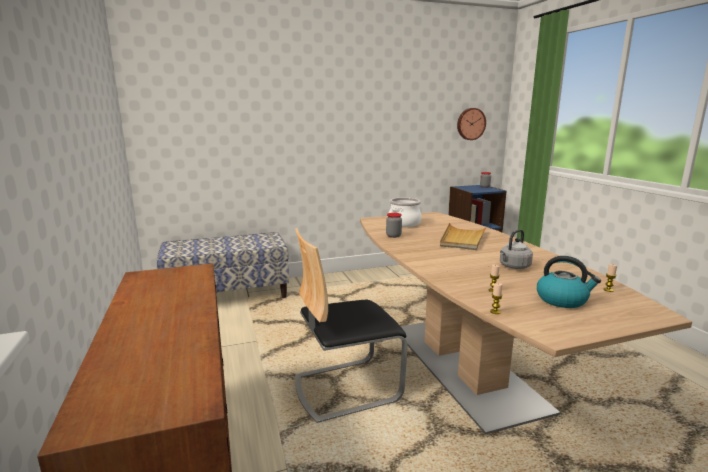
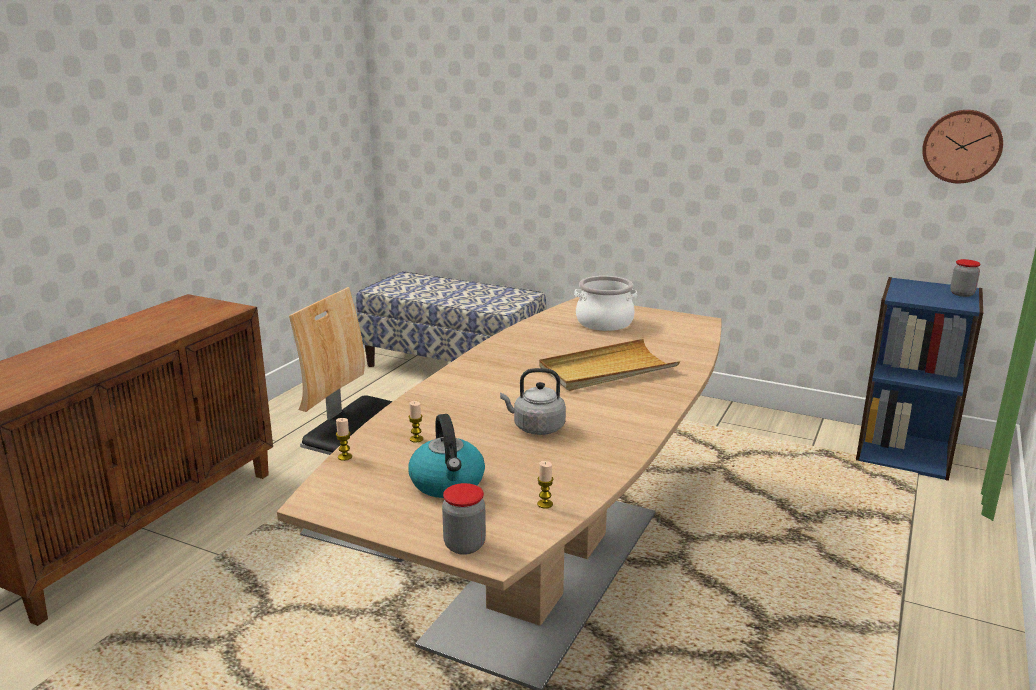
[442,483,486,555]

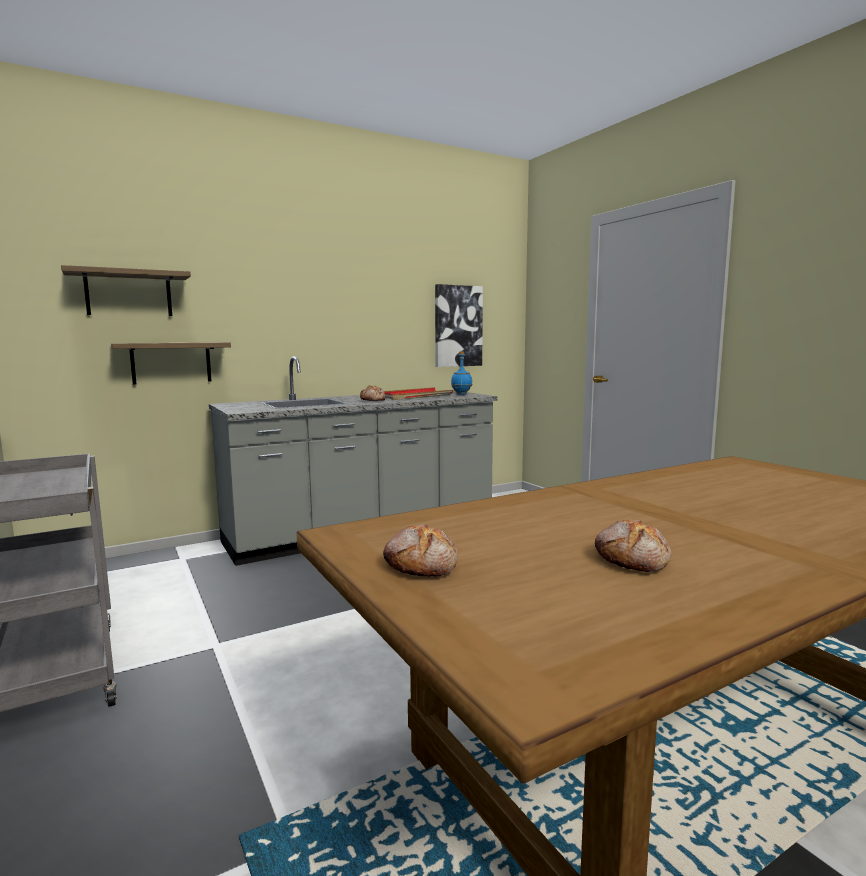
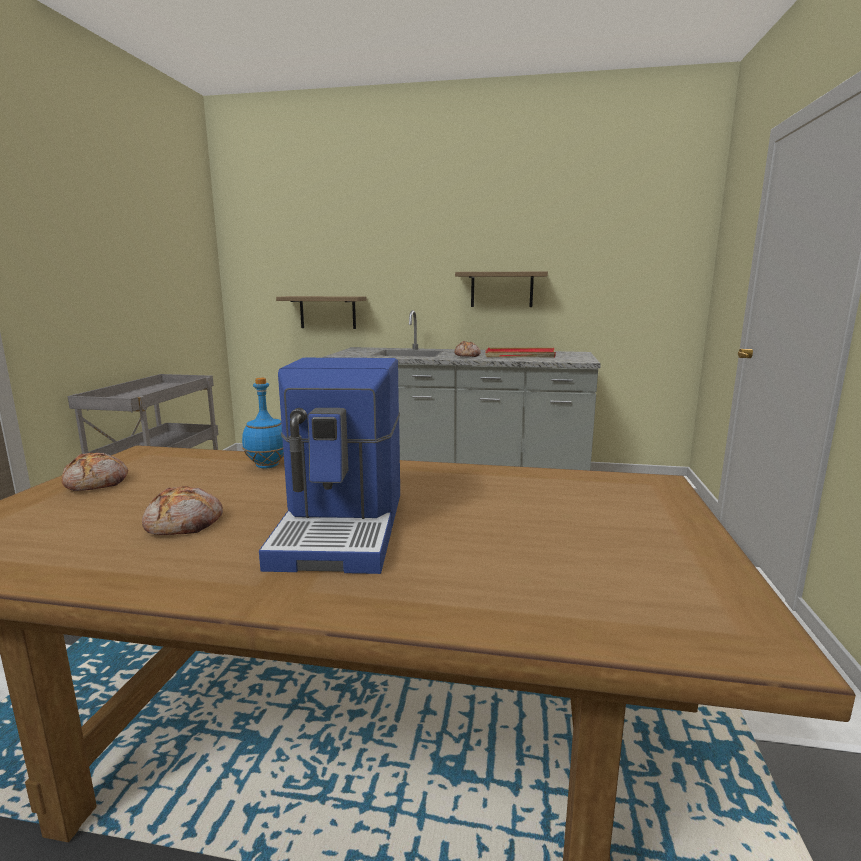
[435,284,483,367] (first image)
[259,358,400,574]
[455,272,548,307]
[242,378,284,468]

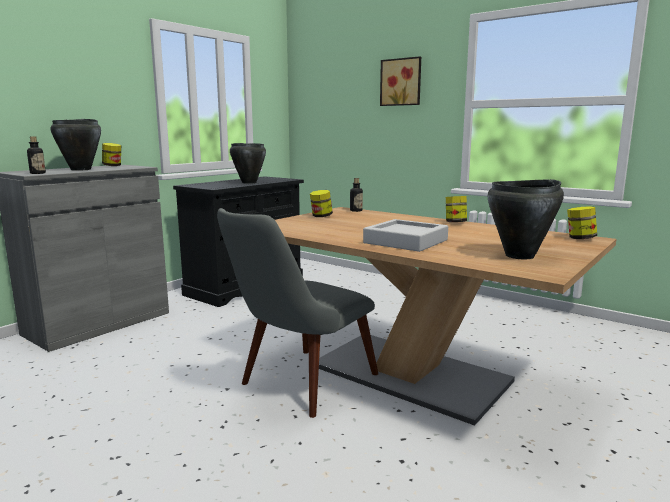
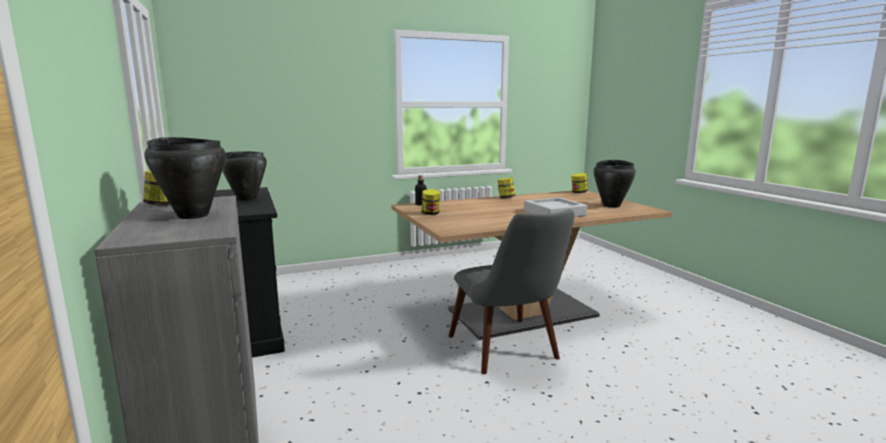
[27,136,46,174] (first image)
[380,56,421,106] (first image)

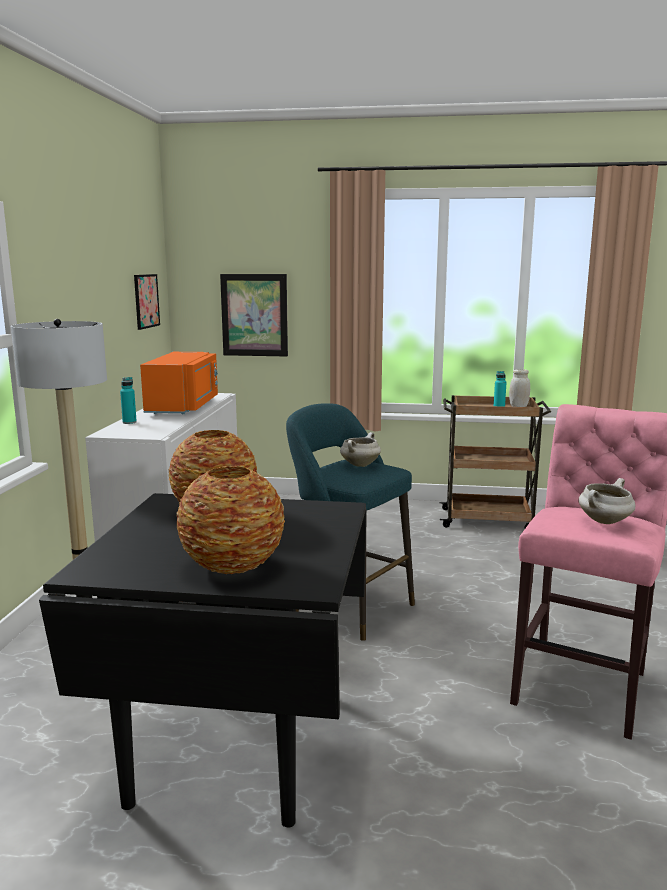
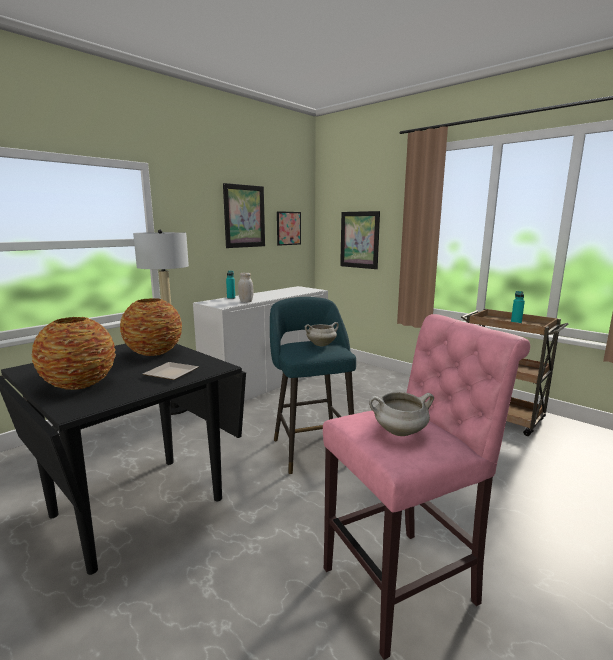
[140,352,218,414] (first image)
[143,362,199,380]
[223,183,265,248]
[238,272,253,302]

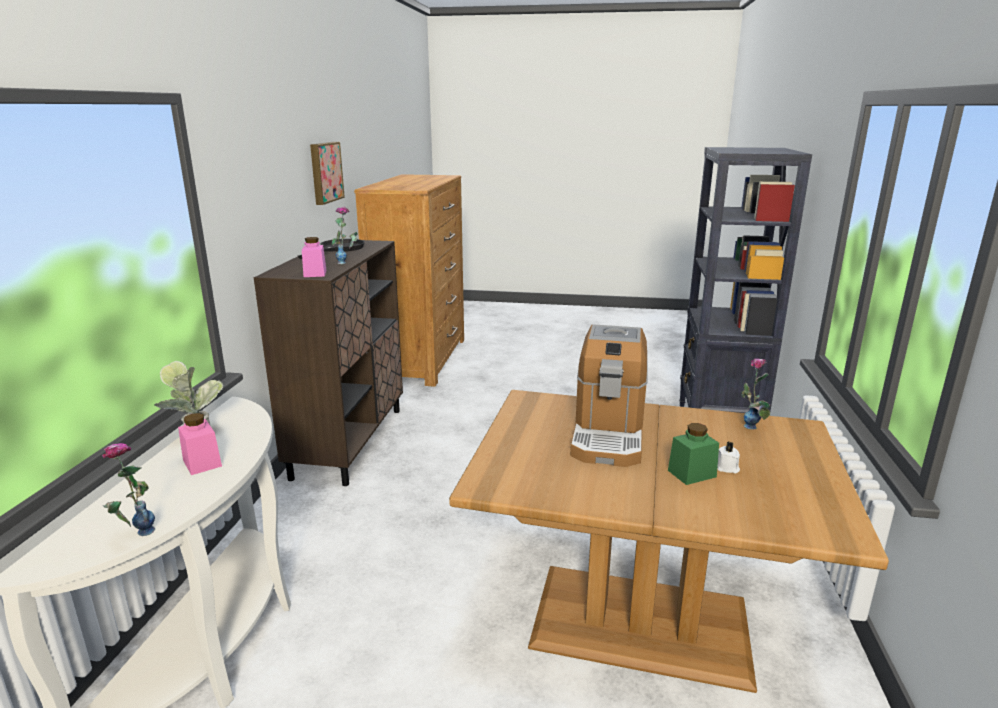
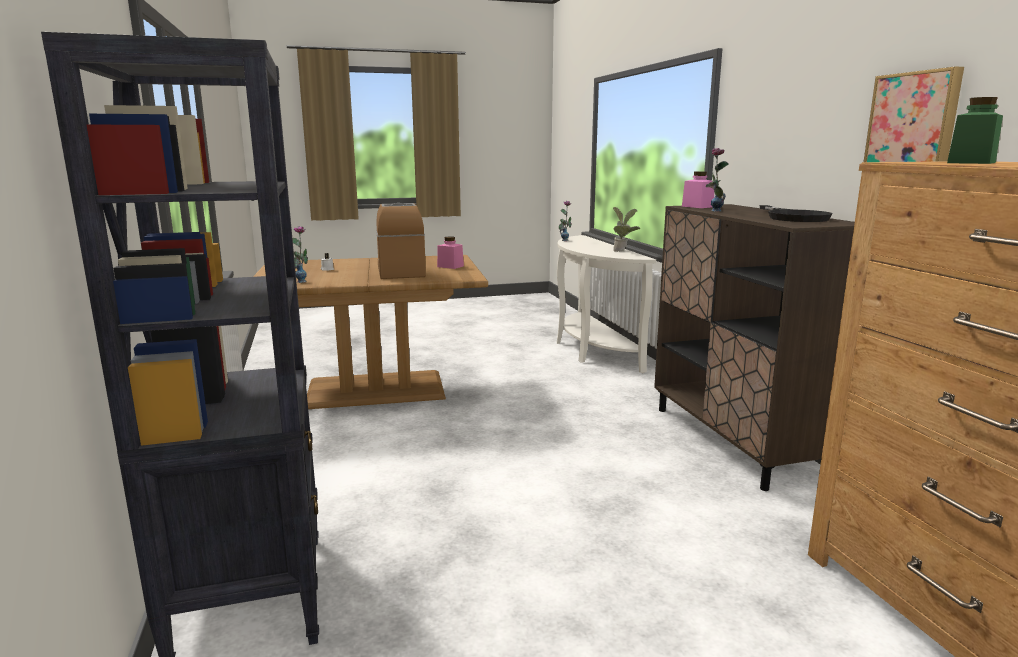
[437,237,464,269]
[947,97,1003,164]

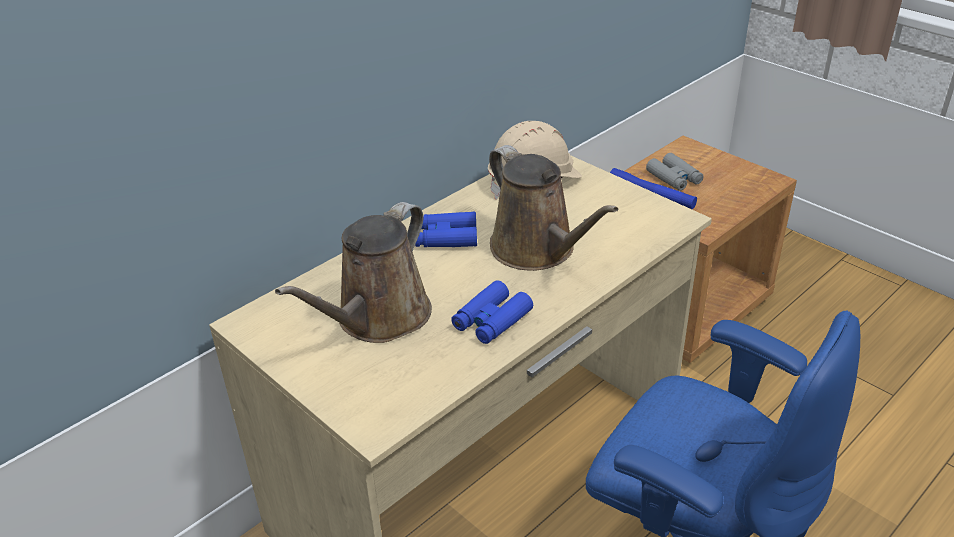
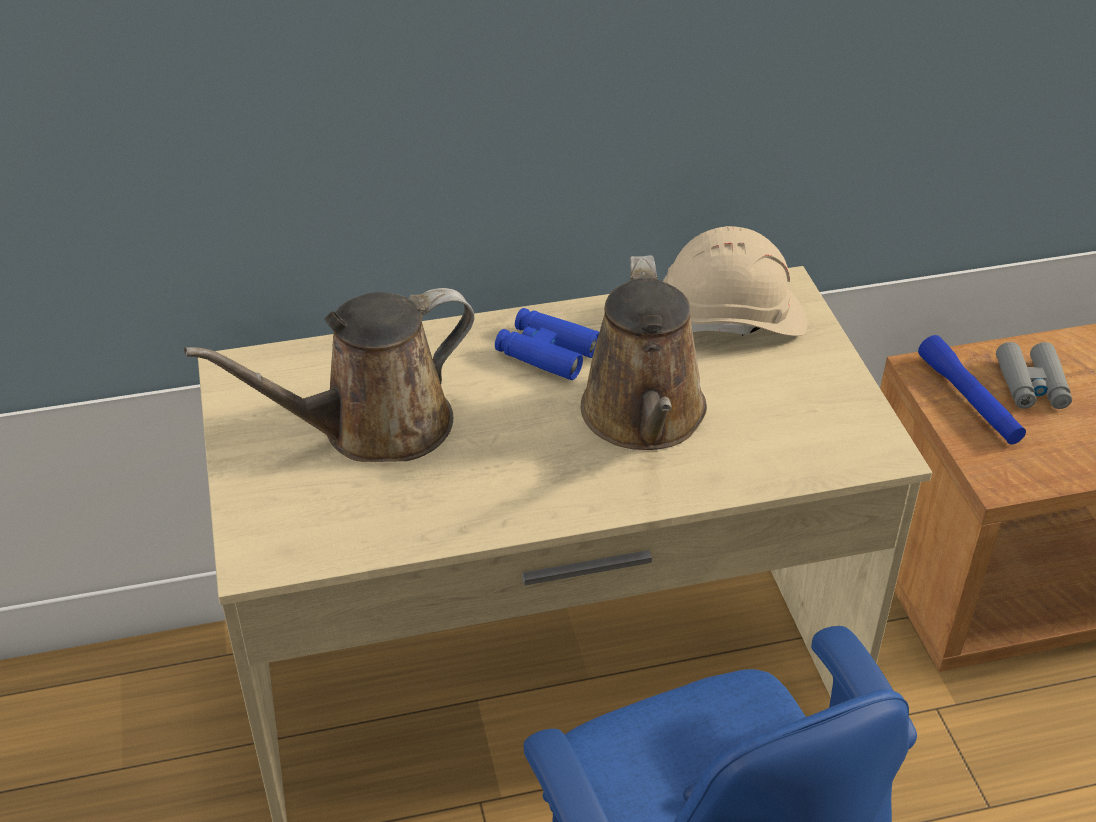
[451,280,533,344] (first image)

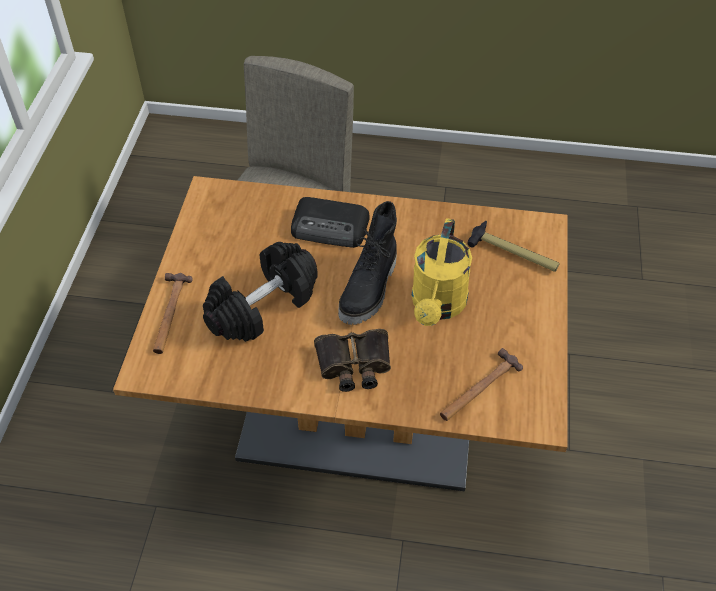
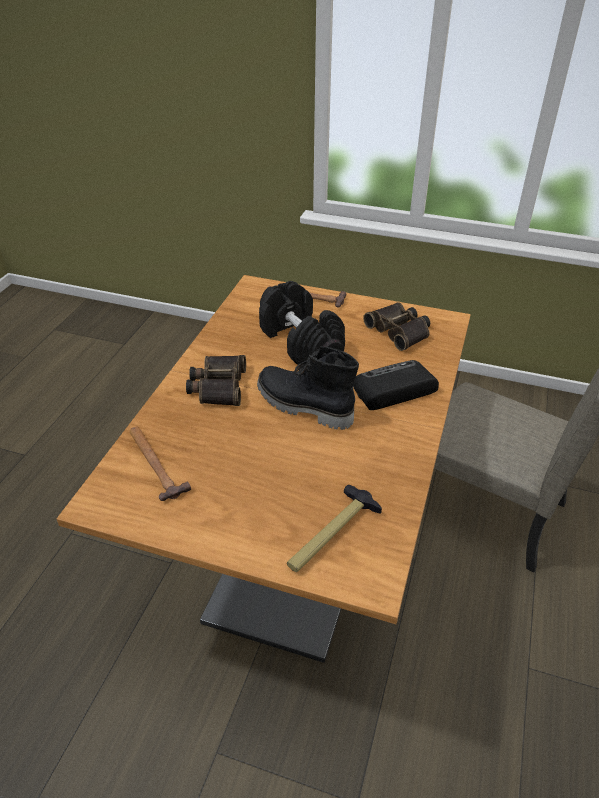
[412,218,472,326] (first image)
[363,302,430,351]
[353,360,439,410]

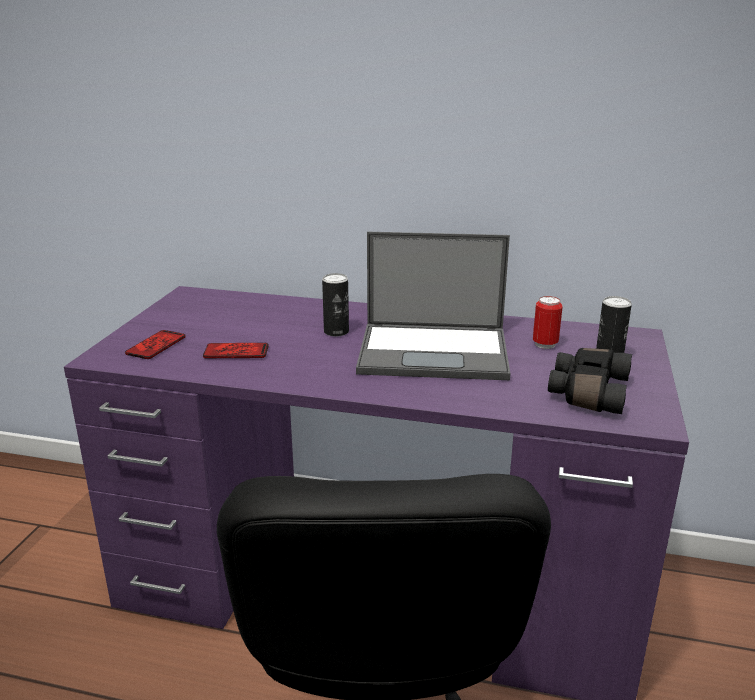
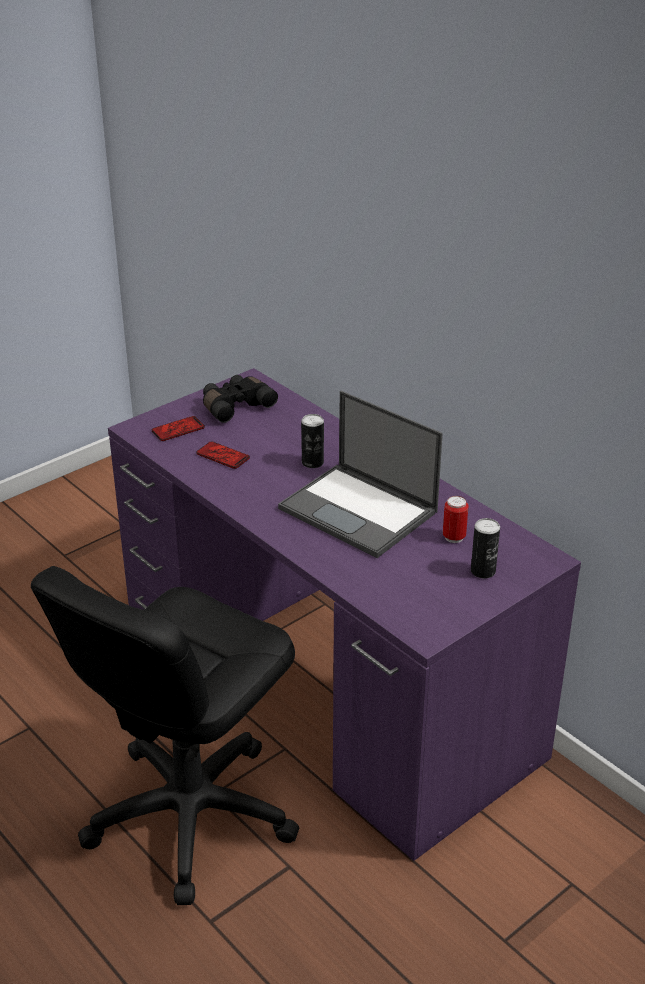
[203,375,278,423]

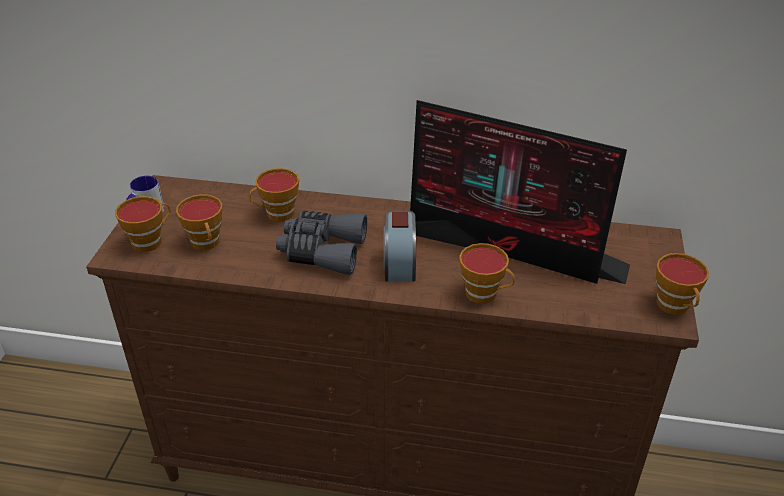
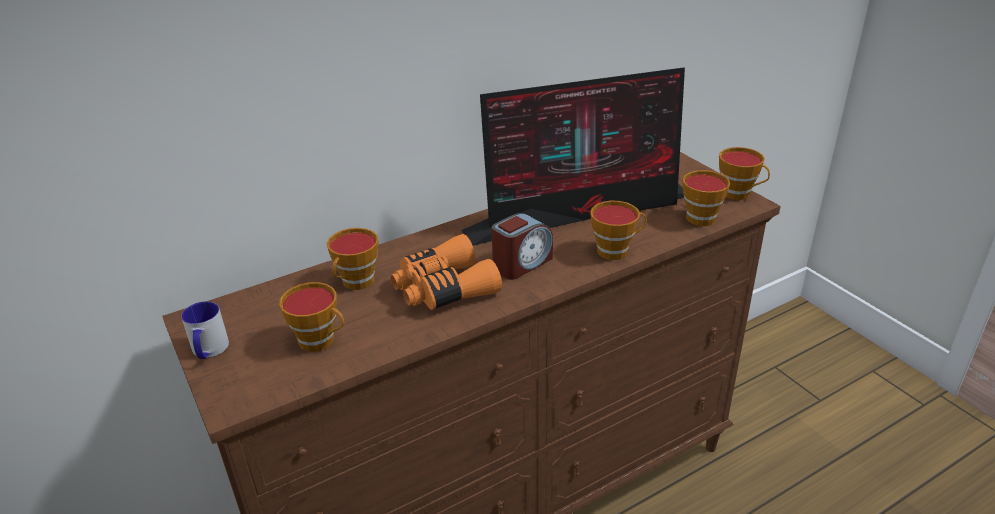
[683,170,730,226]
[391,234,502,310]
[491,213,553,280]

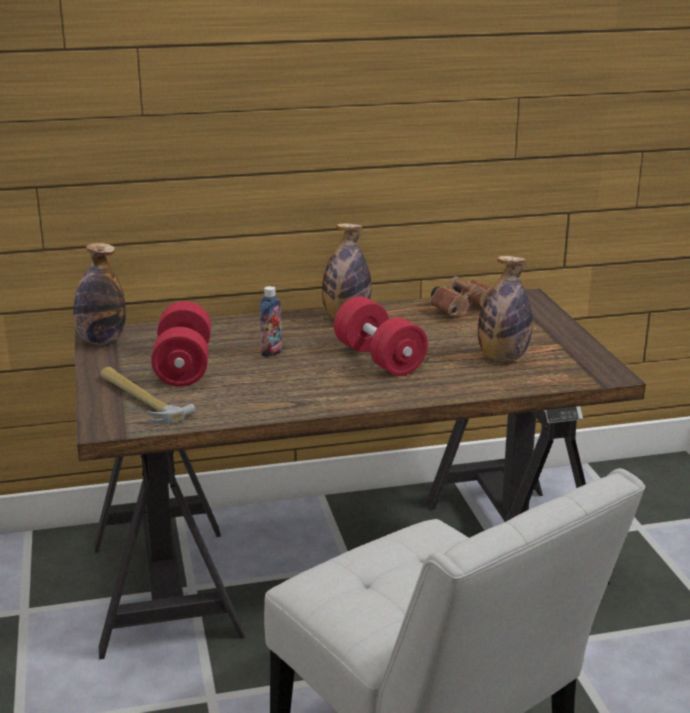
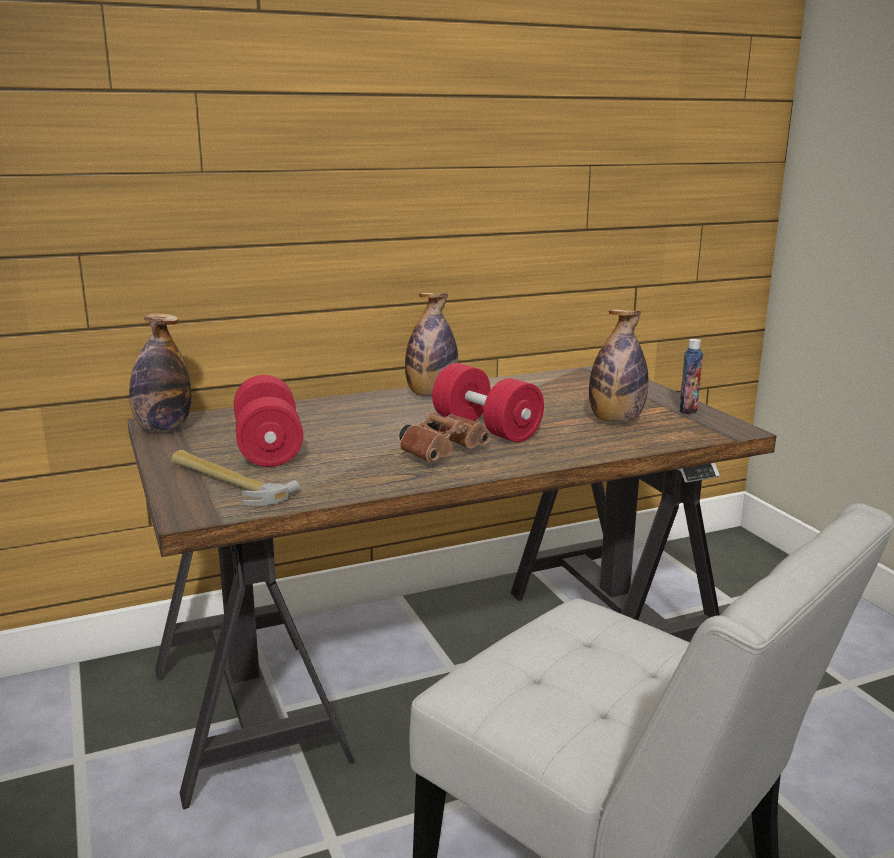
[679,339,703,414]
[399,410,490,462]

